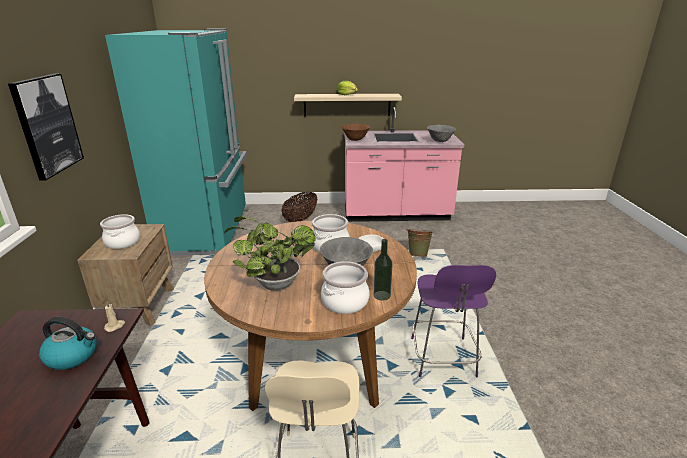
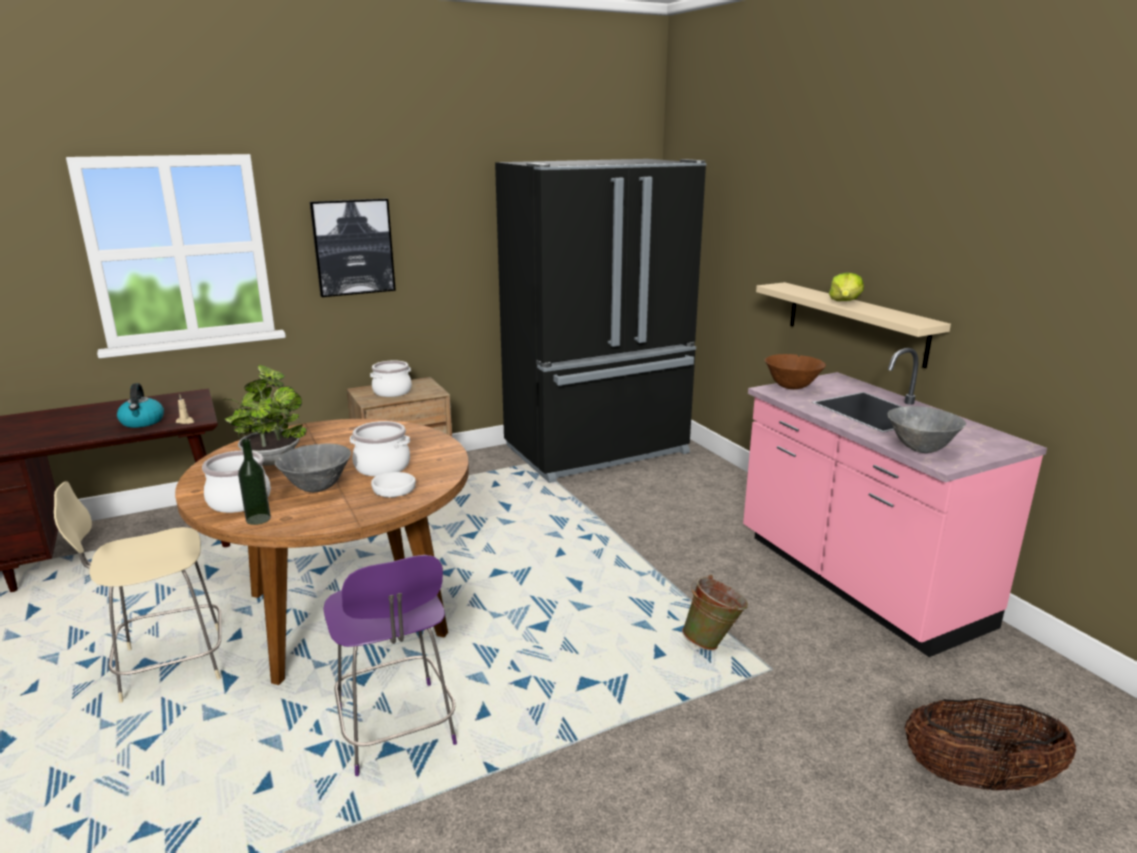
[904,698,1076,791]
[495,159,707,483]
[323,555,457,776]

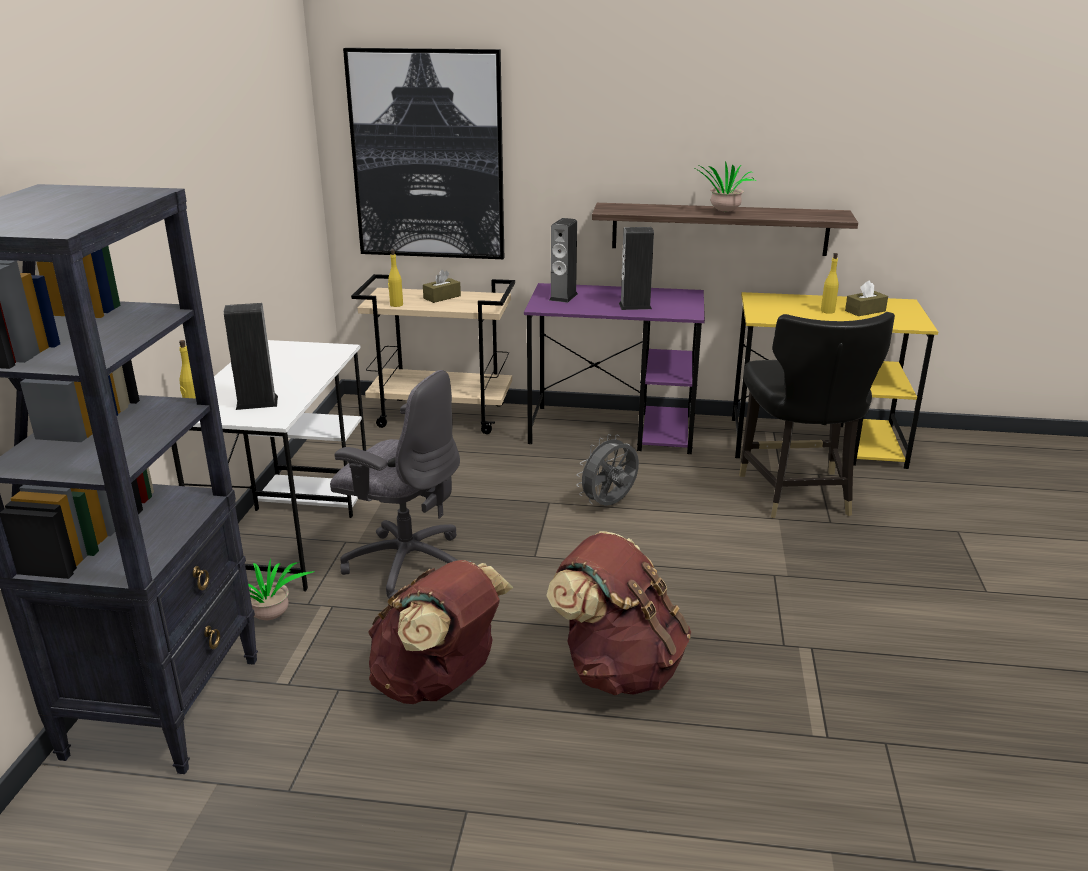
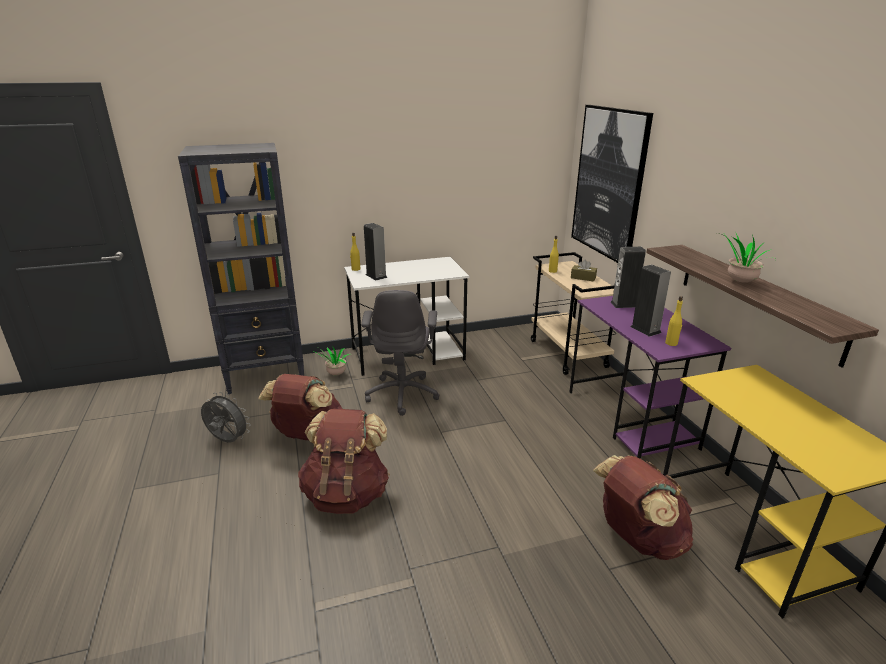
[845,280,888,316] (first image)
[201,392,251,443]
[665,296,683,346]
[593,455,693,560]

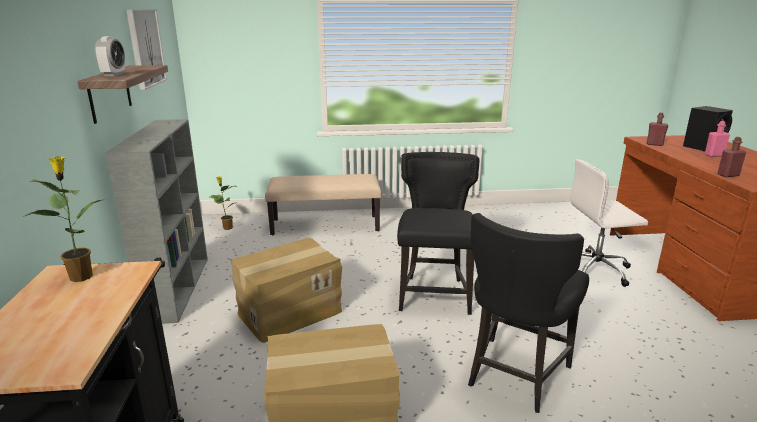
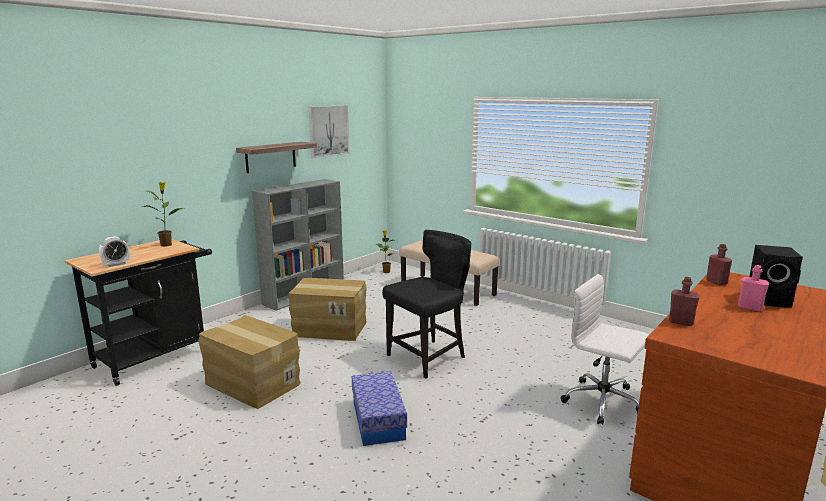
[99,236,130,267]
[352,371,407,446]

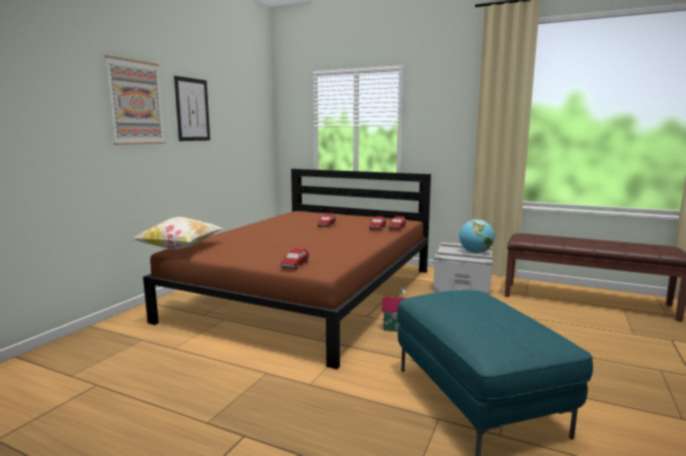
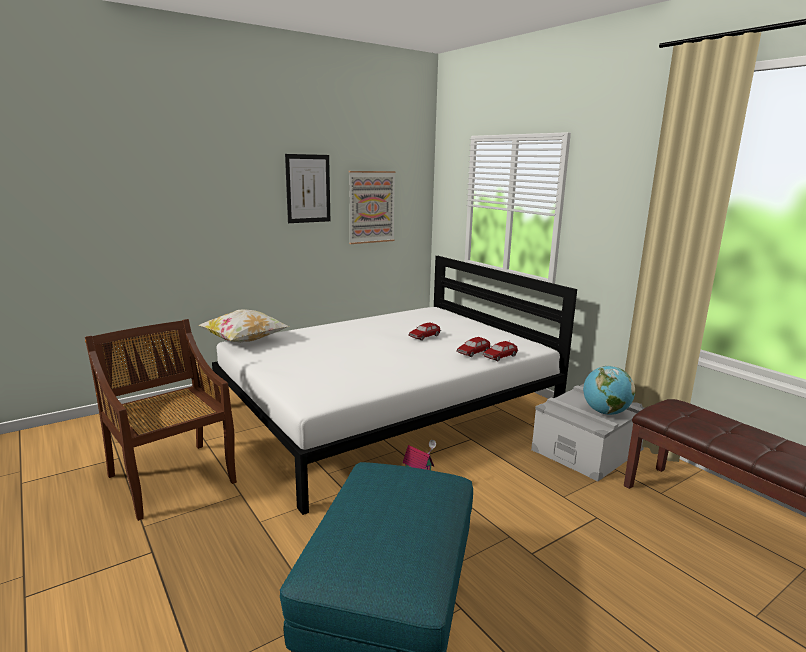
[280,248,309,269] (first image)
[85,319,237,521]
[349,171,396,244]
[212,256,577,515]

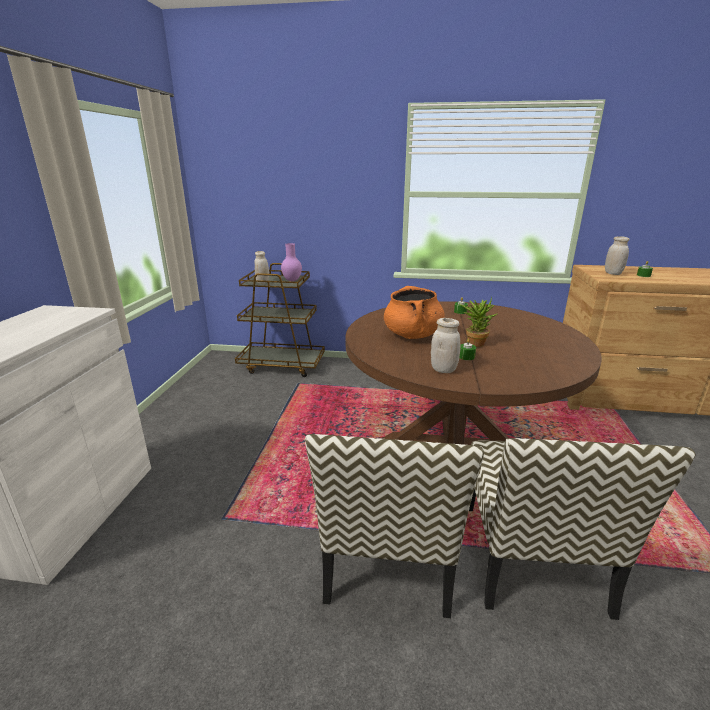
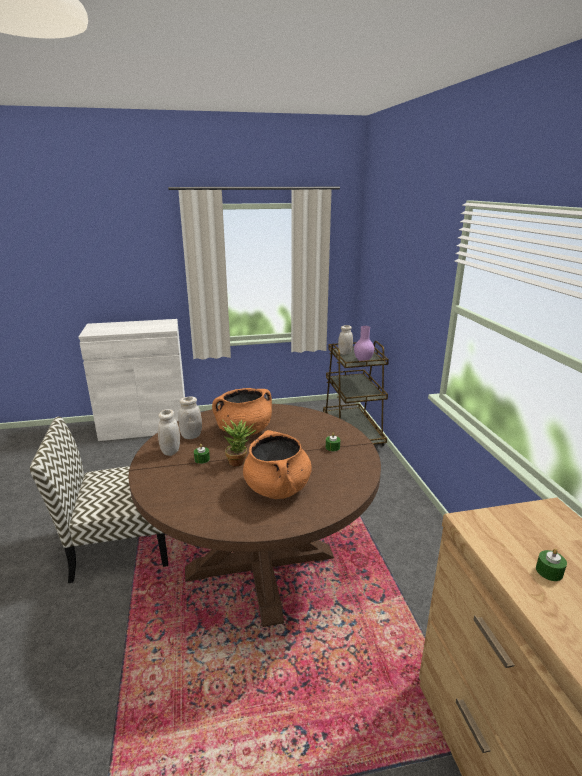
[469,438,696,620] (first image)
[243,430,312,499]
[178,396,202,439]

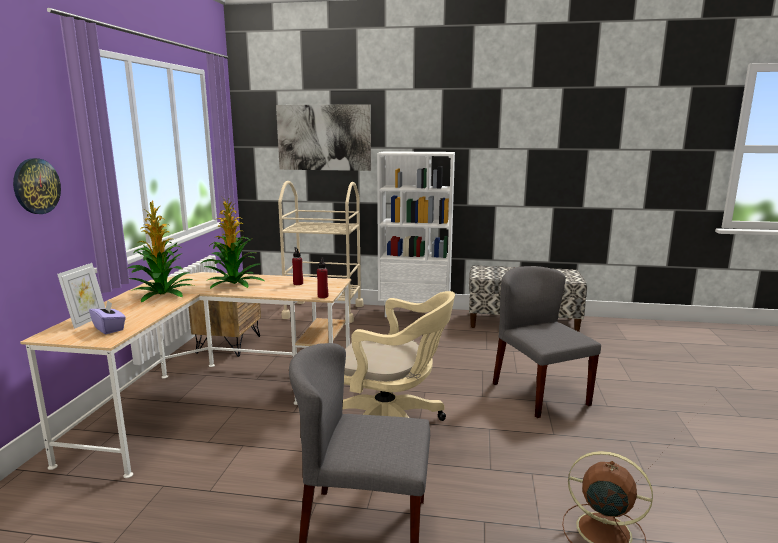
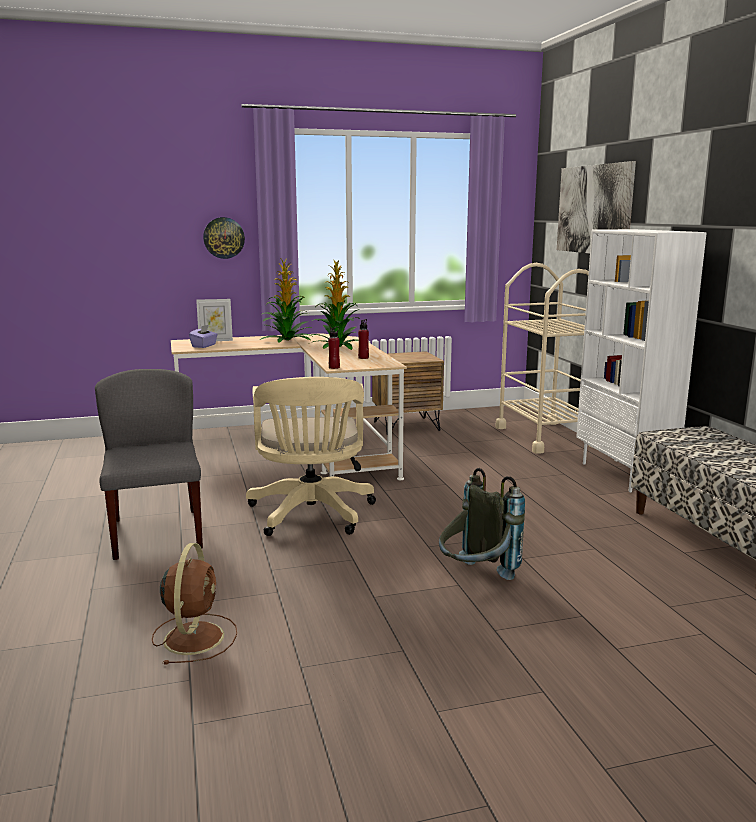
[439,468,525,580]

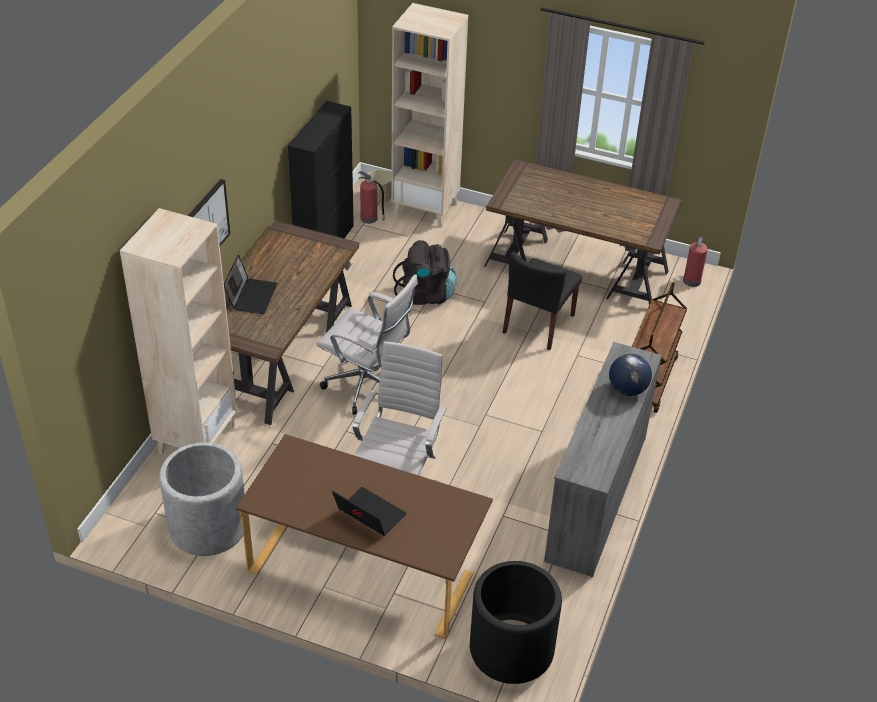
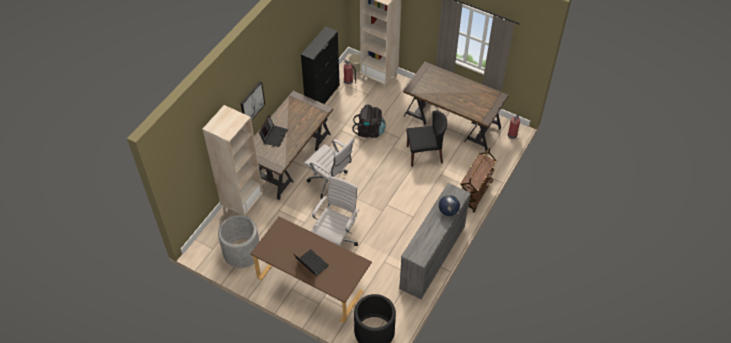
[406,110,447,167]

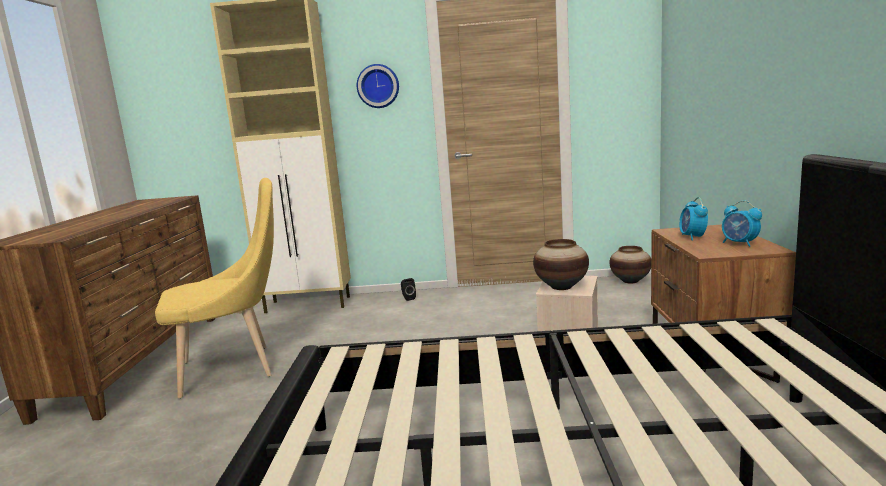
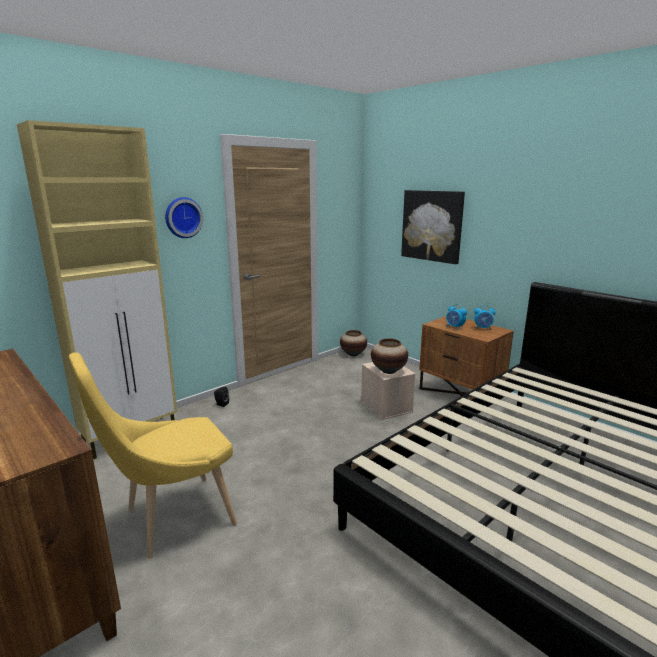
[401,190,465,264]
[69,352,237,559]

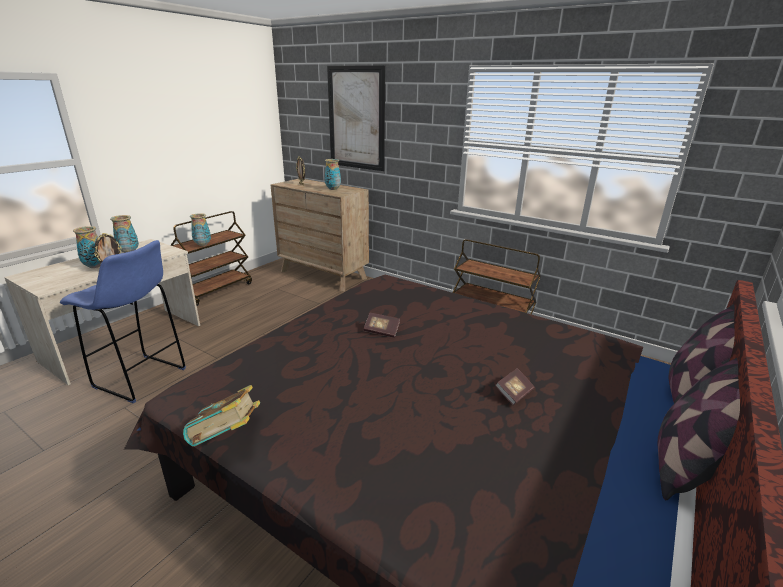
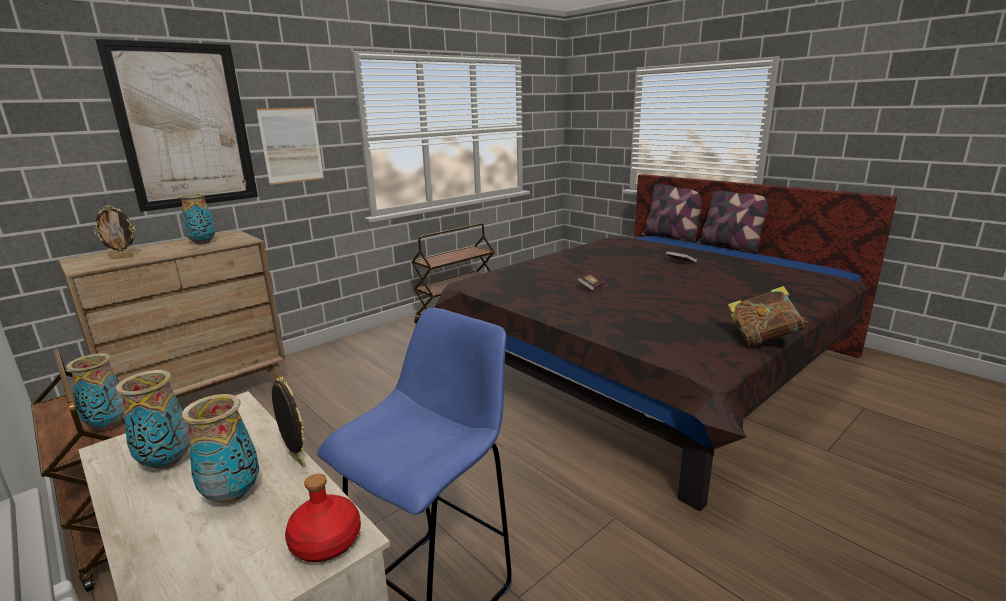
[256,107,324,185]
[285,474,361,562]

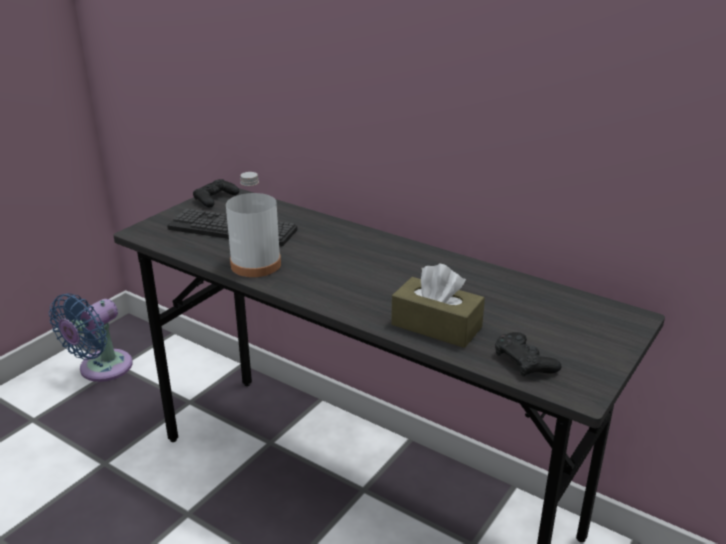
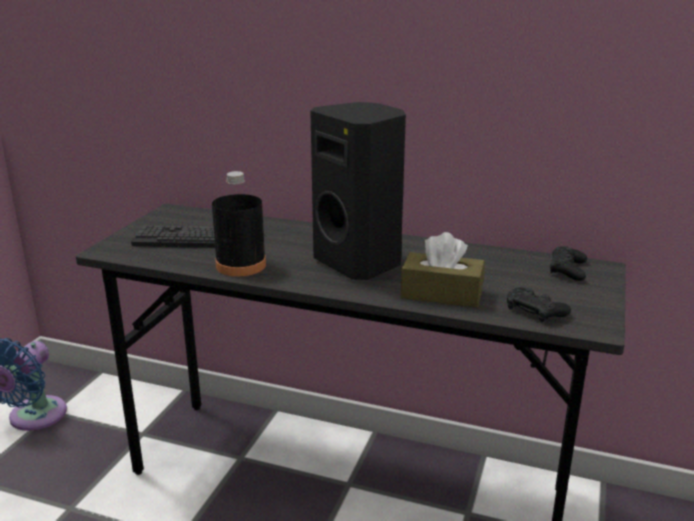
[310,102,406,280]
[550,246,587,281]
[212,171,266,277]

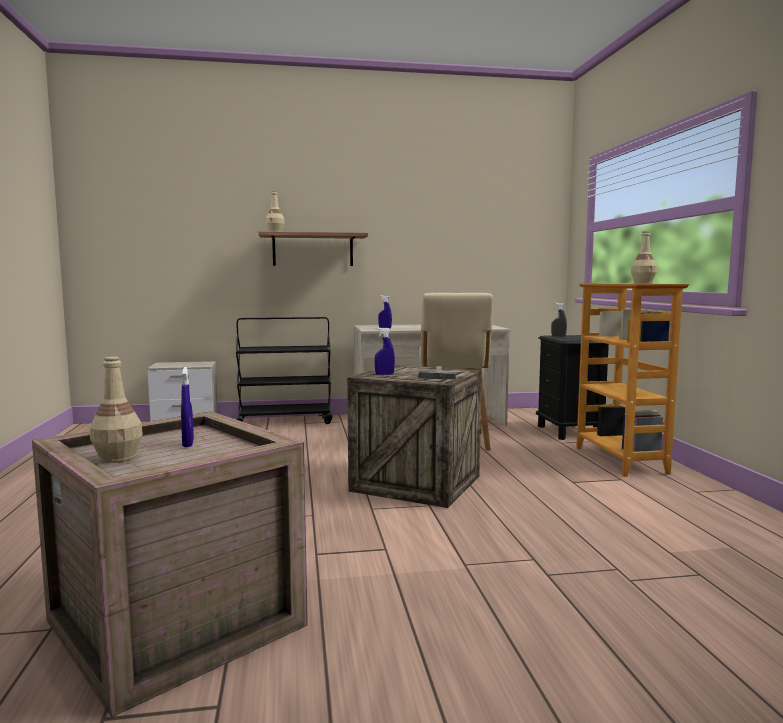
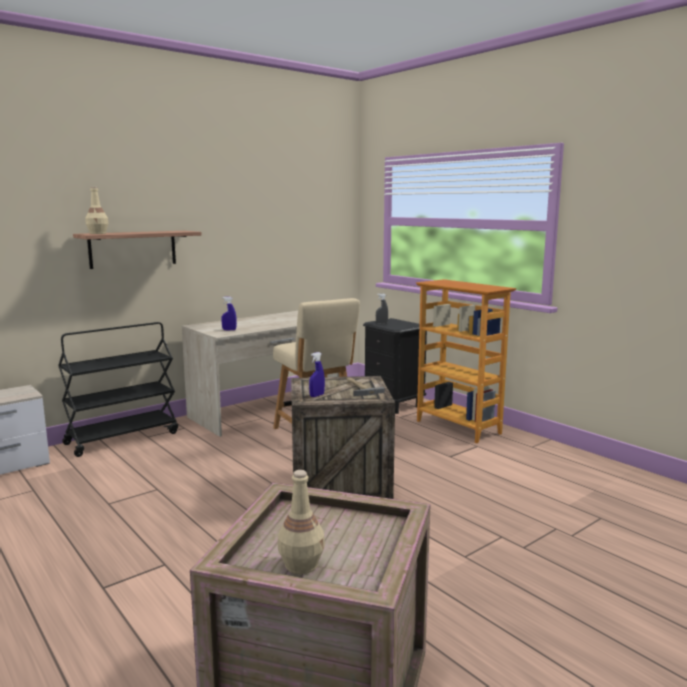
[181,367,194,447] (first image)
[631,231,657,284] (first image)

